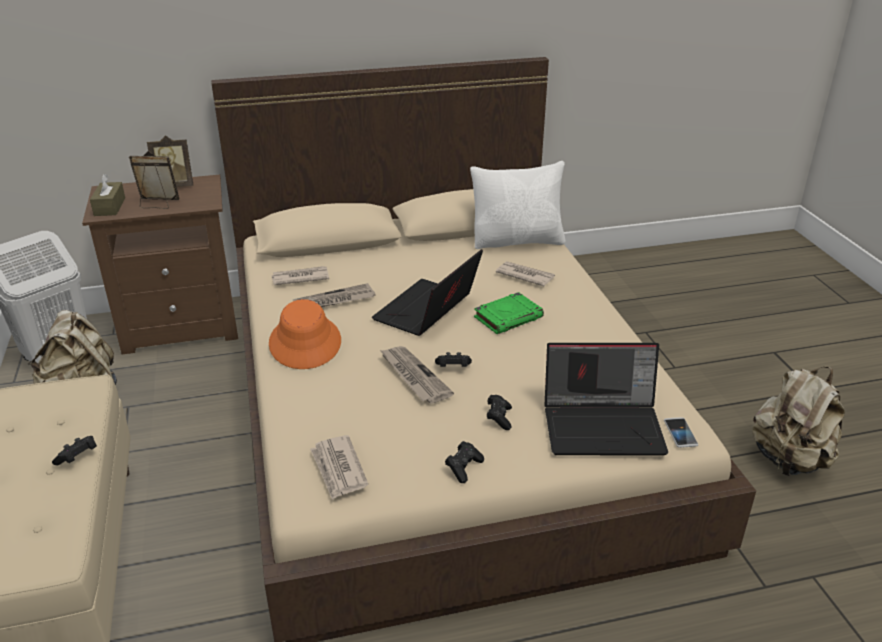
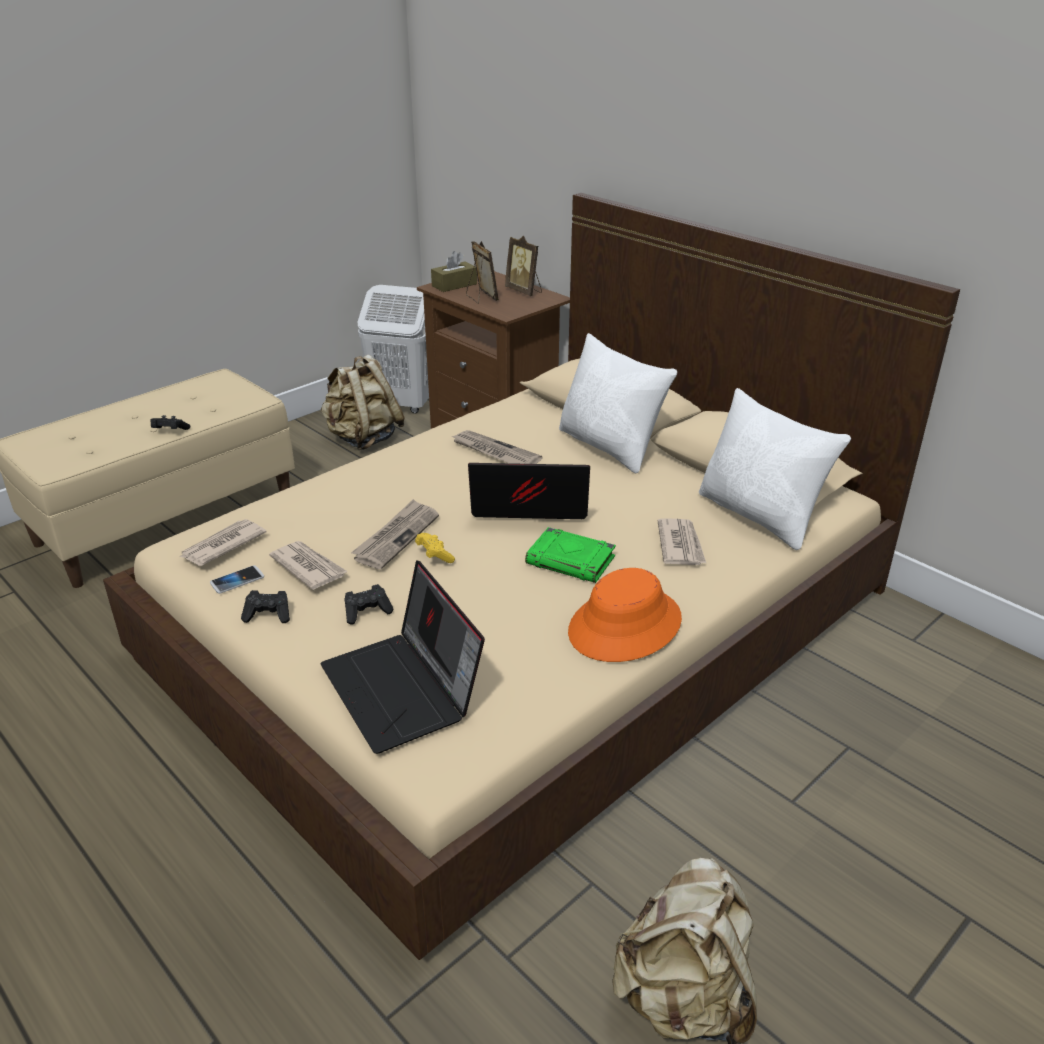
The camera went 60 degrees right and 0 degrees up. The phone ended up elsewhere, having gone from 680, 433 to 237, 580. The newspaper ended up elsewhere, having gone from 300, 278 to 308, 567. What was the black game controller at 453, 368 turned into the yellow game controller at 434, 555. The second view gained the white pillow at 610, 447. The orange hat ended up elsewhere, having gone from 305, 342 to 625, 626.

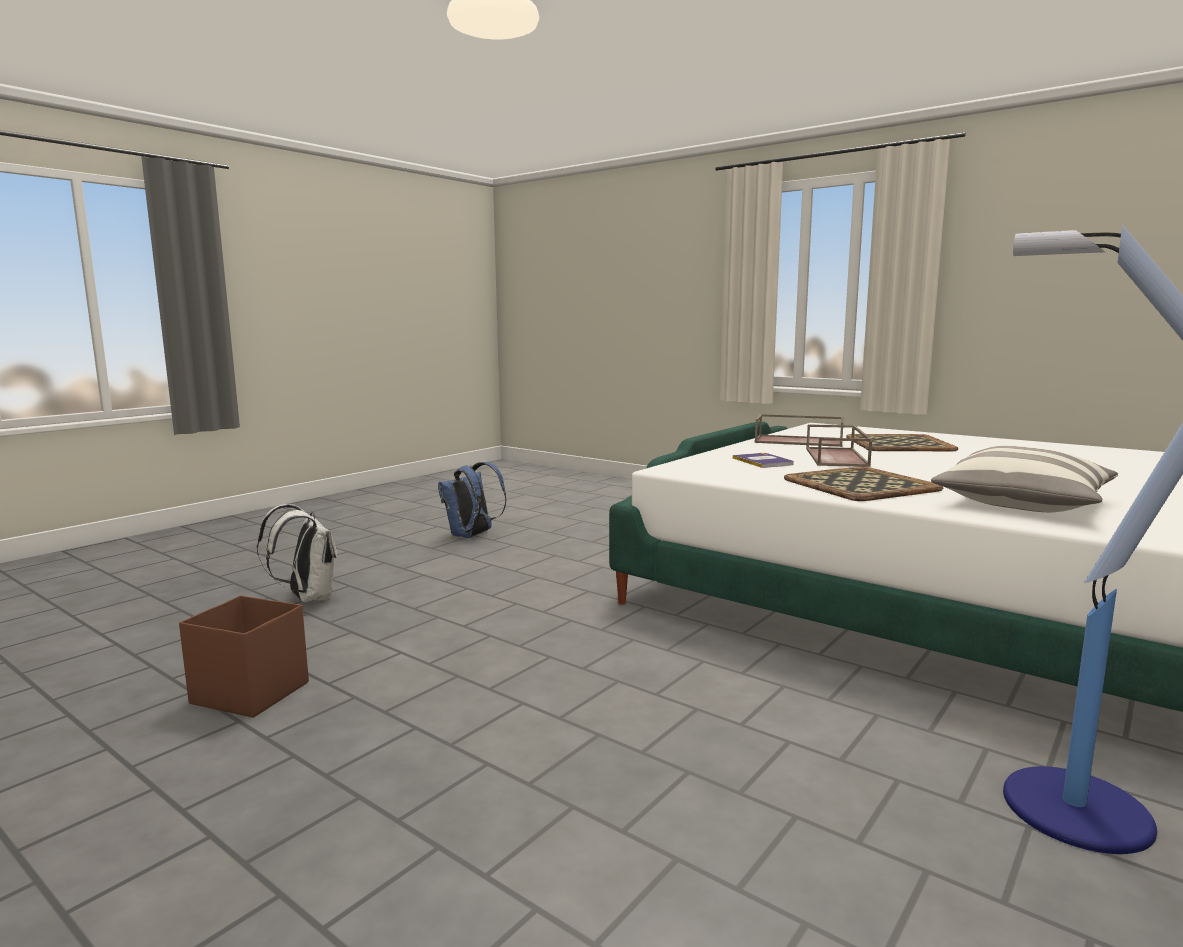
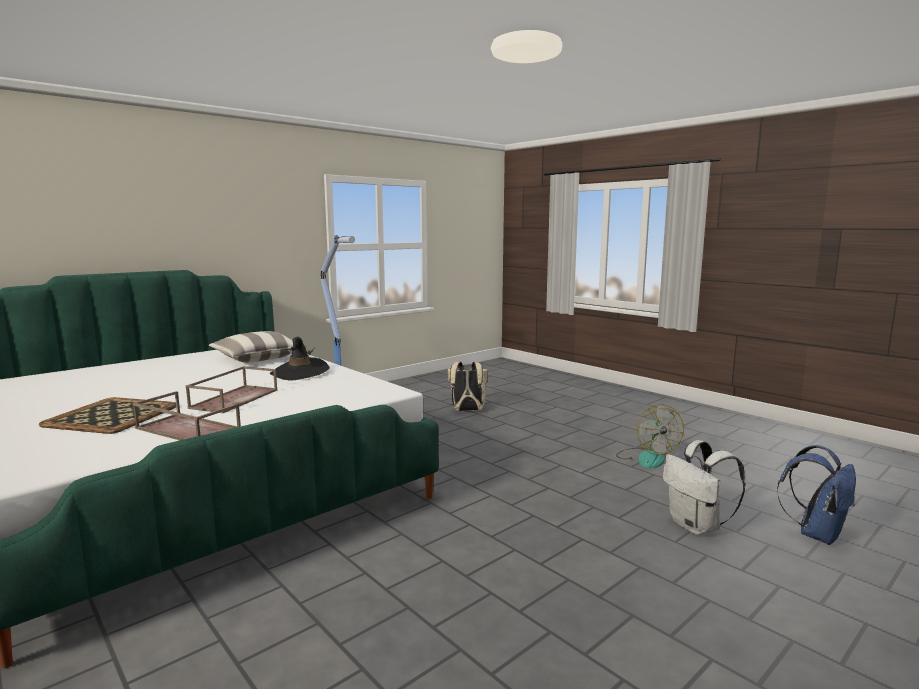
The camera went 170 degrees left and 0 degrees up. Where the tray stood at 859, 484, the black hat came to stand at 300, 373. The second view gained the beige backpack at 467, 411. Where the brown storage box stood at 250, 692, the fan came to stand at 646, 458. The blue backpack ended up elsewhere, having gone from 472, 536 to 816, 534. The second view lost the book at 763, 461.

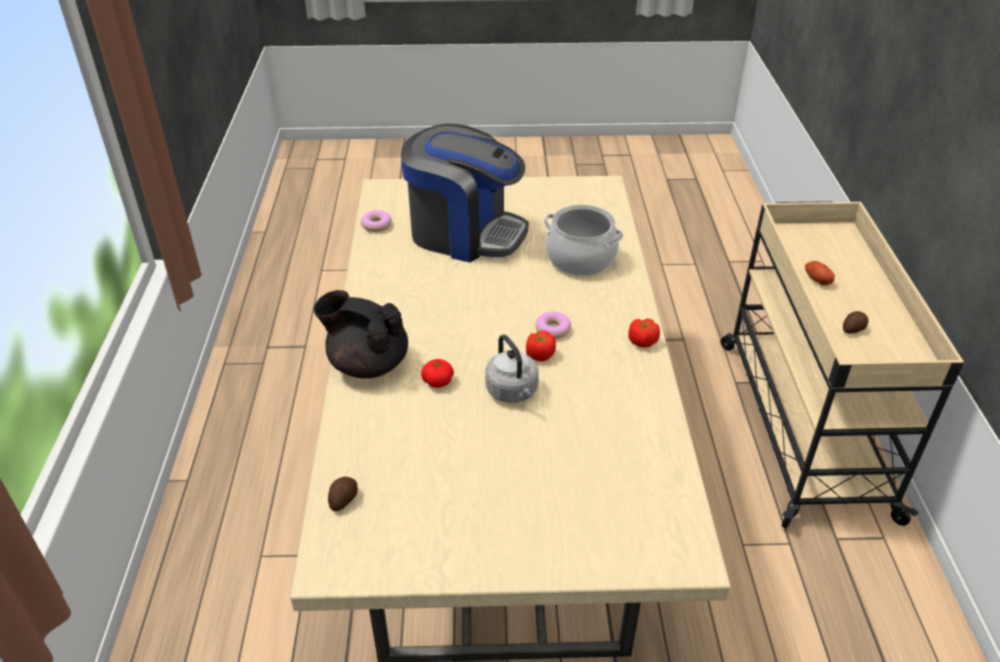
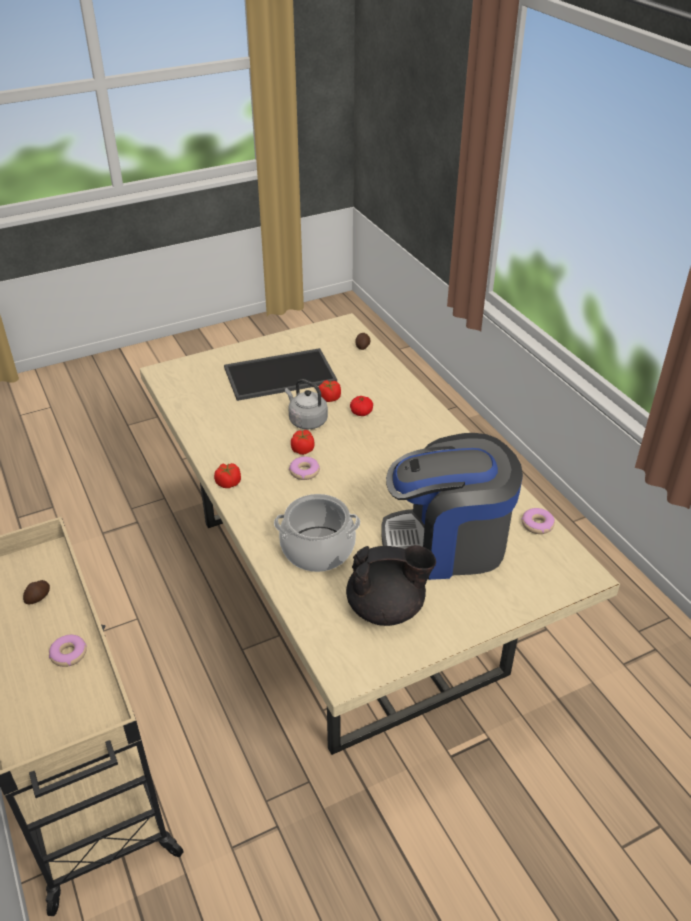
The camera went 155 degrees right and 0 degrees up. Where the potato stood at 817, 279, the donut came to stand at 68, 654. The second view gained the tray at 280, 374. The second view gained the tomato at 329, 398. The black teapot ended up elsewhere, having gone from 367, 363 to 387, 608.

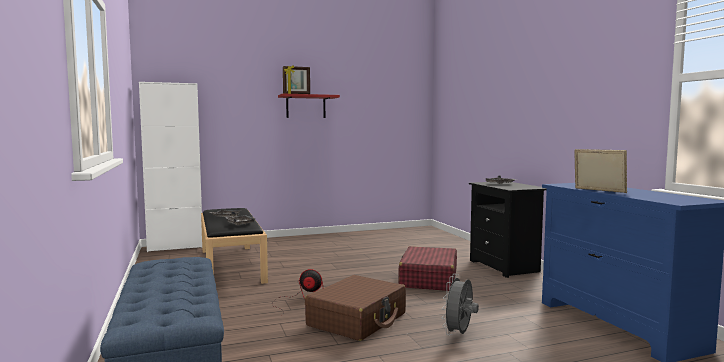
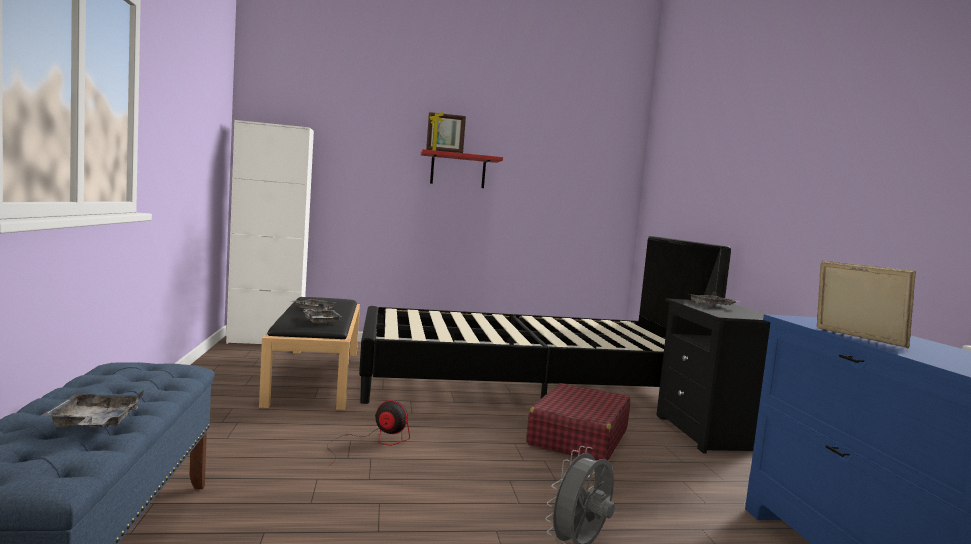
The camera went 10 degrees right and 0 degrees up. The second view gained the grey tray at 94, 423. The second view gained the black bed at 524, 383. The second view lost the brown suitcase at 357, 320.

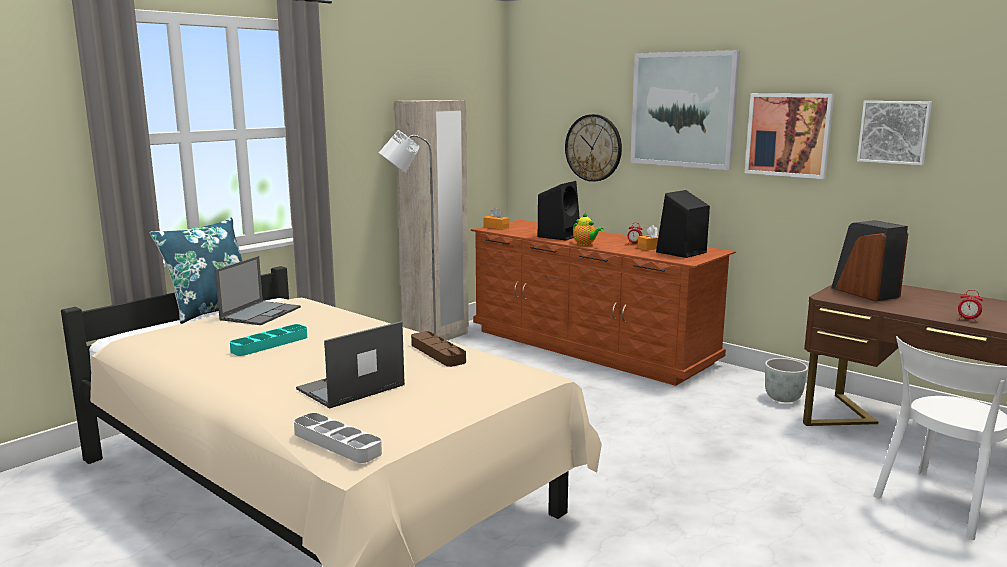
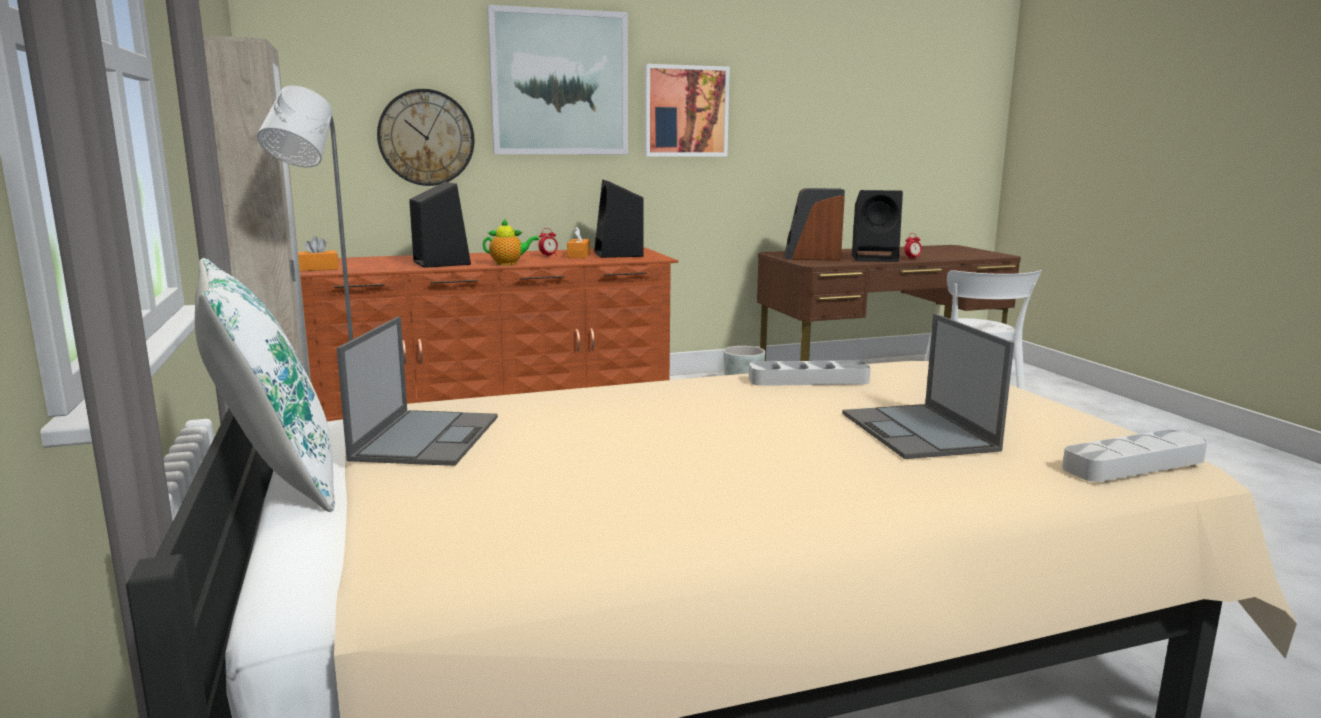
The camera went 60 degrees left and 0 degrees up. What was the blue pillow at 211, 309 turned into the white pillow at 274, 477. The laptop at 261, 313 ended up facing another way, 45 degrees clockwise from before. What was the brown tray at 438, 353 turned into the grey tray at 808, 380. The second view gained the black speaker at 876, 258. The second view lost the turquoise tray at 270, 344. The second view lost the picture at 894, 132.

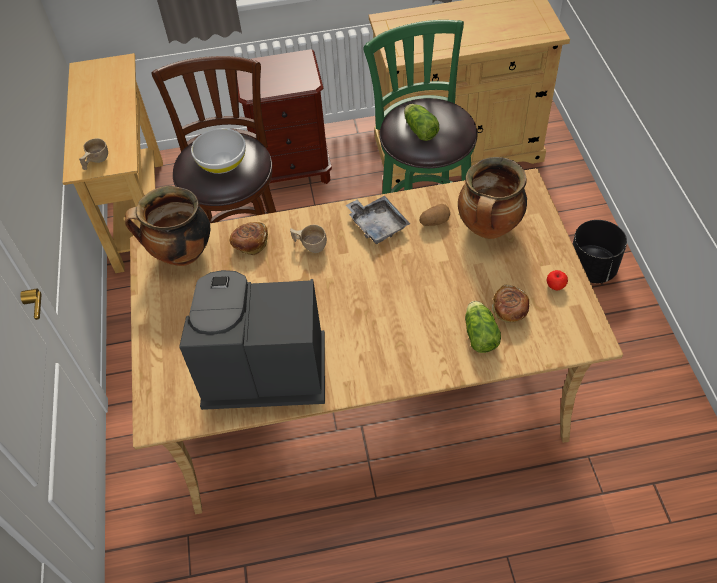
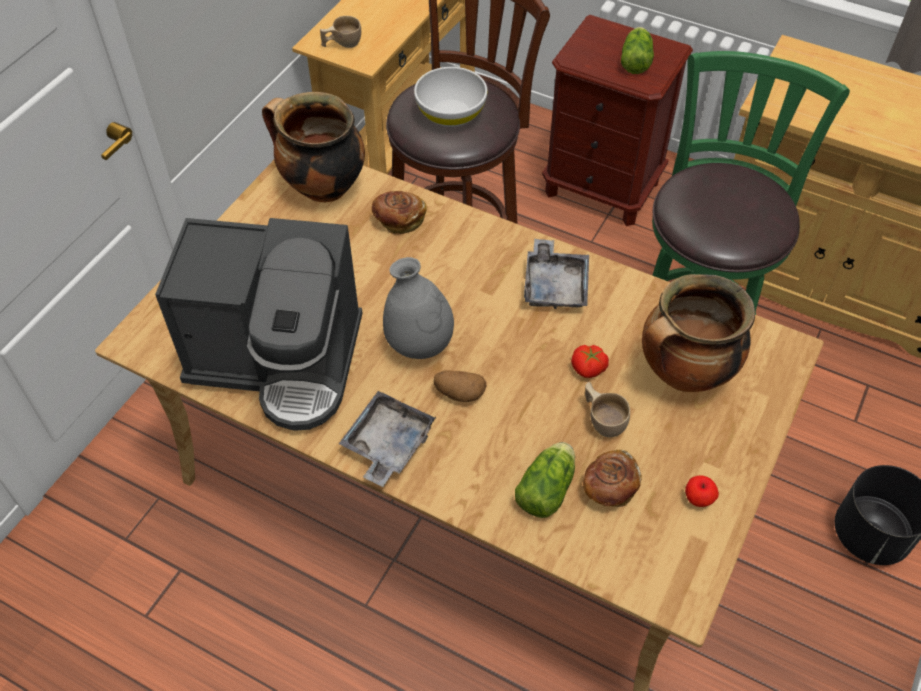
The camera went 35 degrees right and 0 degrees up. The coffee machine at 262, 370 ended up facing another way, 150 degrees clockwise from before. The second view gained the grey tray at 387, 444. The second view gained the grey vase at 419, 345. The potato ended up elsewhere, having gone from 434, 222 to 459, 393. The second view gained the tomato at 588, 368. The beige cup ended up elsewhere, having gone from 309, 245 to 602, 419. The lettuce ended up elsewhere, having gone from 419, 129 to 636, 60.

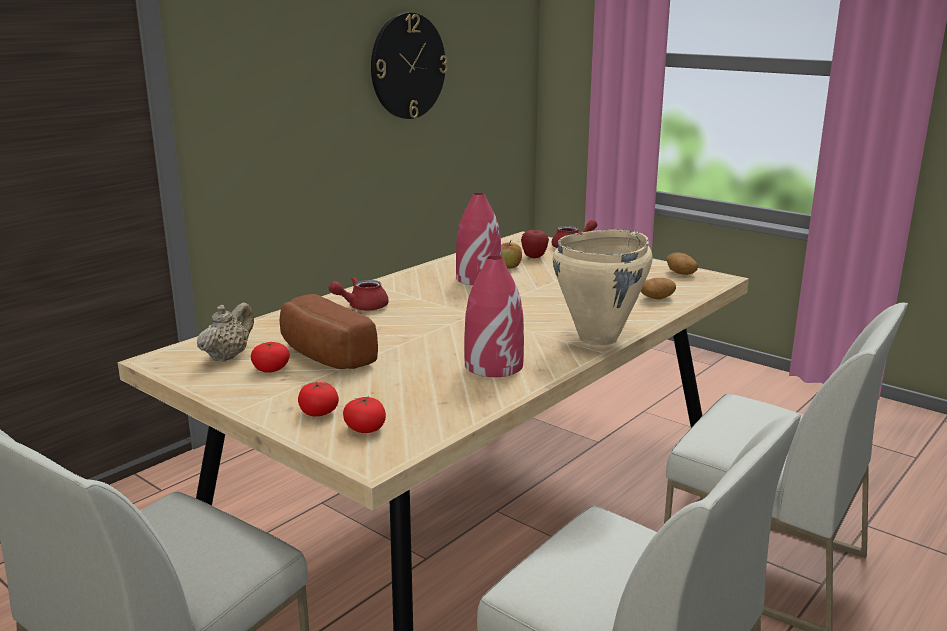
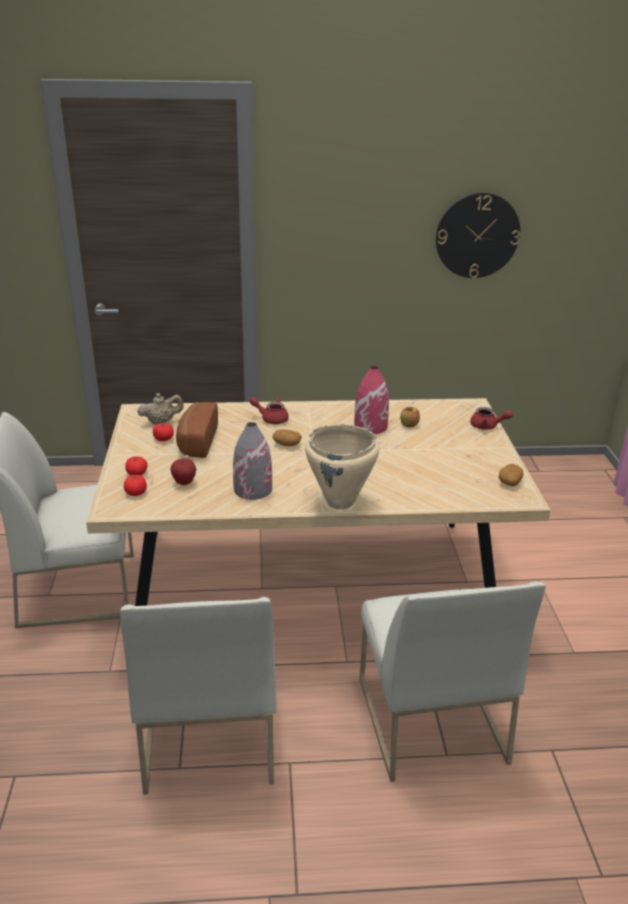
The camera went 45 degrees right and 10 degrees up. The apple ended up elsewhere, having gone from 534, 257 to 184, 483. What was the red vase at 493, 365 turned into the grey vase at 252, 489. The potato ended up elsewhere, having gone from 657, 298 to 286, 444.

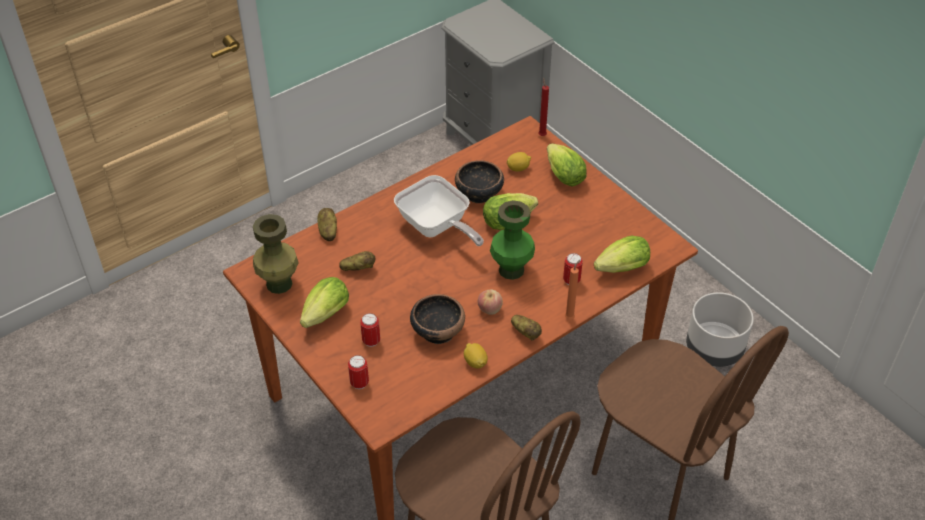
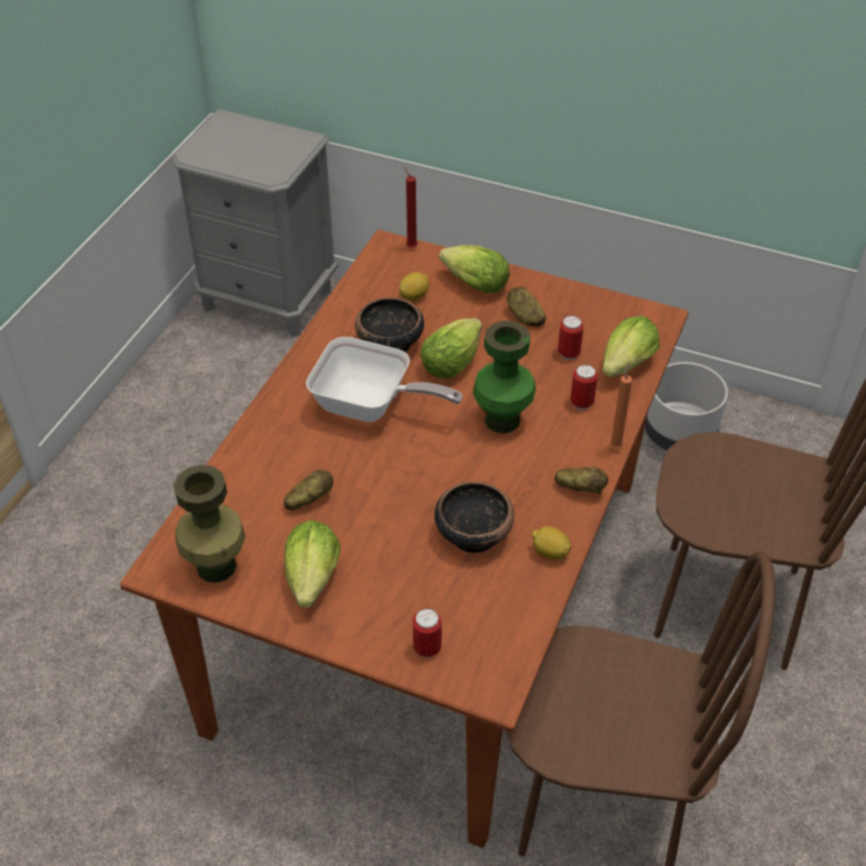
The camera went 30 degrees left and 0 degrees up. The potato ended up elsewhere, having gone from 327, 231 to 525, 317. The can ended up elsewhere, having gone from 371, 341 to 568, 353. The second view lost the apple at 489, 309.

